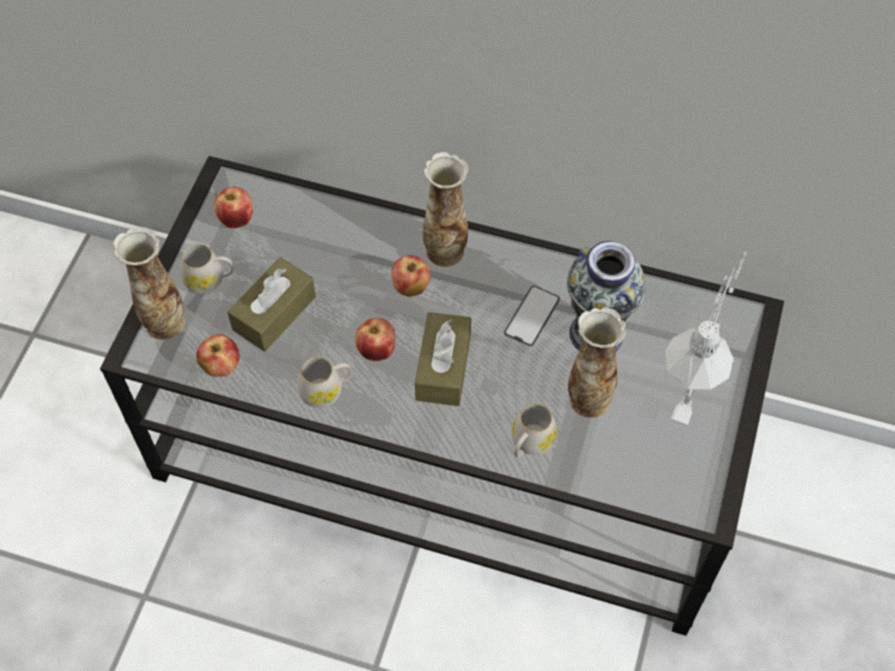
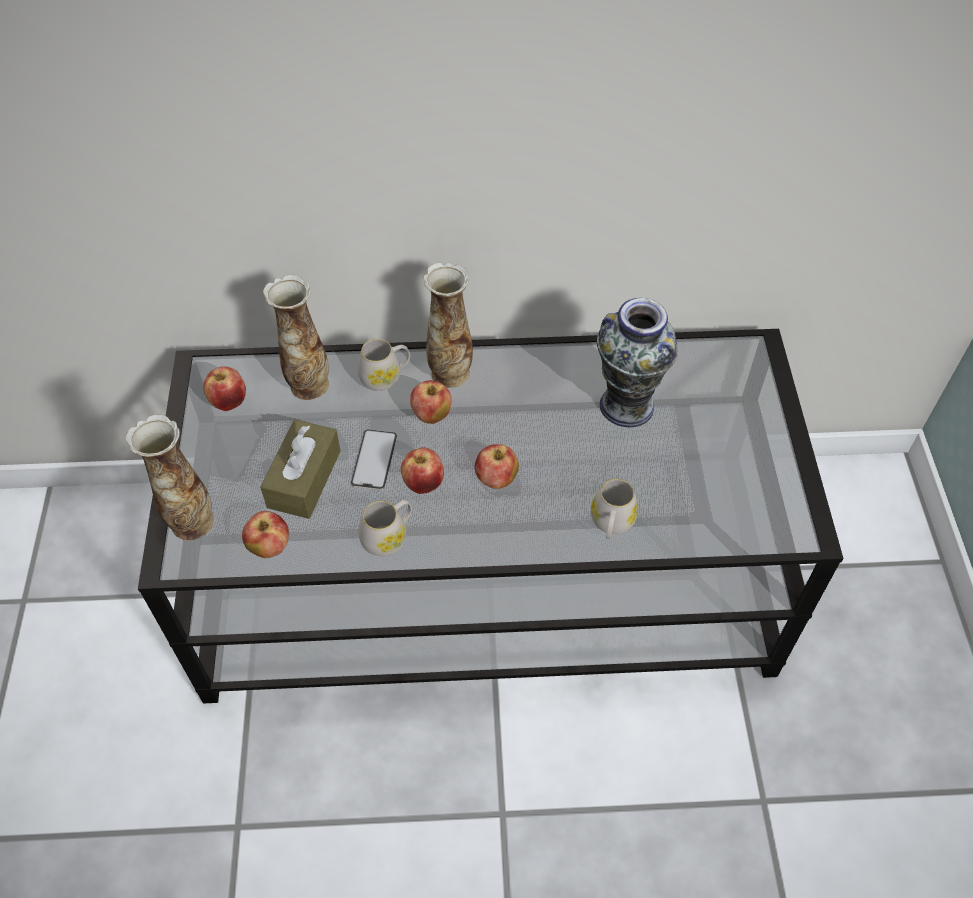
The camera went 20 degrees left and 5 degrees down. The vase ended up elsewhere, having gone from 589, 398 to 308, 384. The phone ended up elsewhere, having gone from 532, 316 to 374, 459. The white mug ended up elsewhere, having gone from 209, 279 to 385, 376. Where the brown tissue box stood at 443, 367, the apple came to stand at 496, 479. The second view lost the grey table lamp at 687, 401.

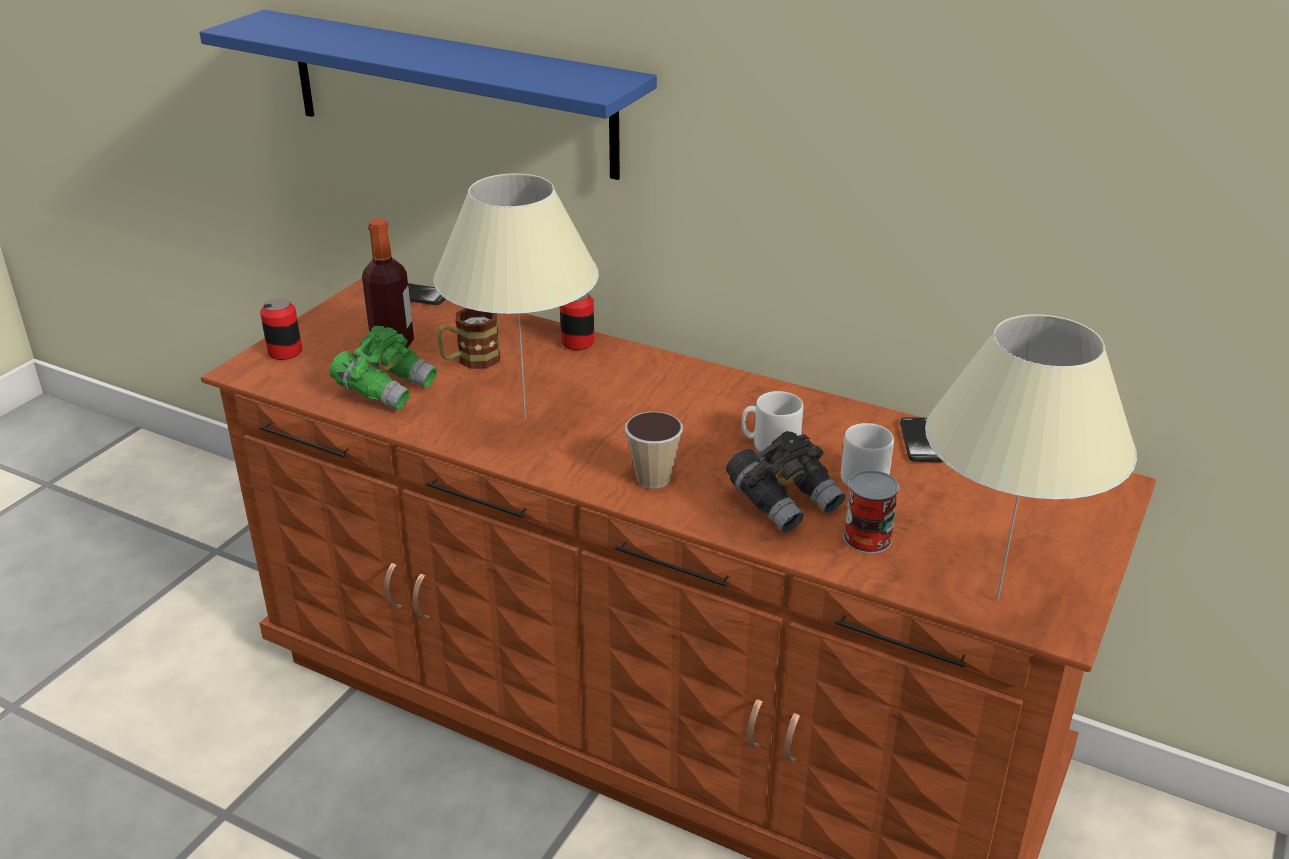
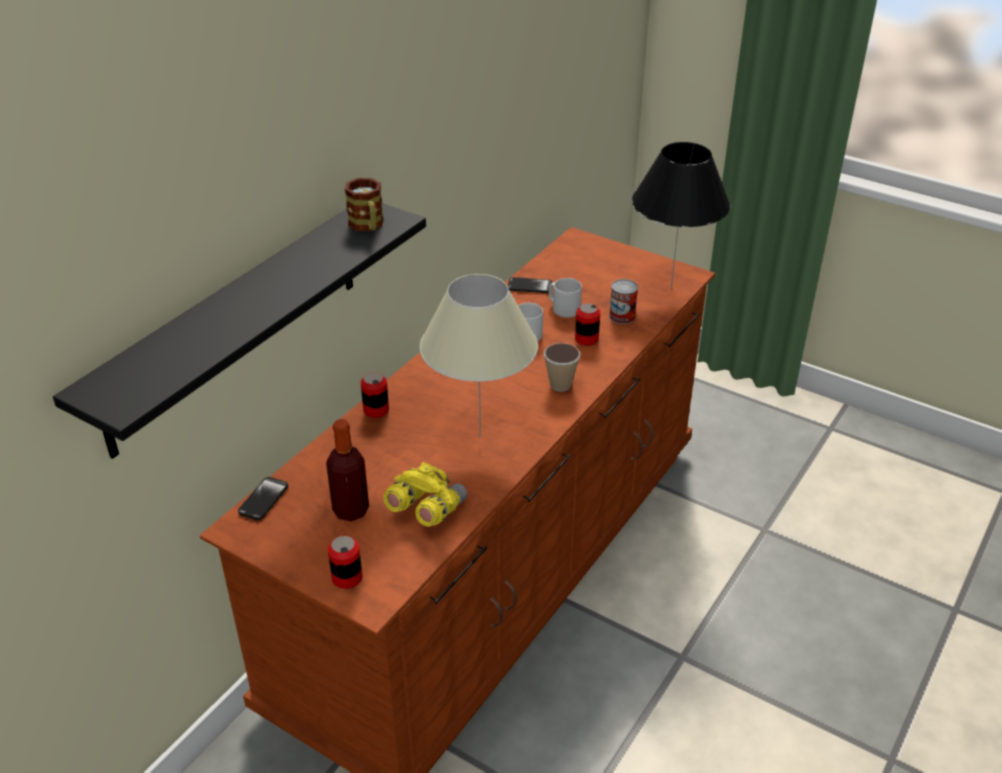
The camera went 85 degrees left and 5 degrees up. What was the blue shelf at 450, 93 turned into the black shelf at 235, 324. The mug ended up elsewhere, having gone from 470, 360 to 368, 226. What was the green binoculars at 386, 389 turned into the yellow binoculars at 425, 509. Where the grey binoculars stood at 785, 501, the can came to stand at 586, 339. What was the beige table lamp at 998, 600 turned into the black table lamp at 671, 287.

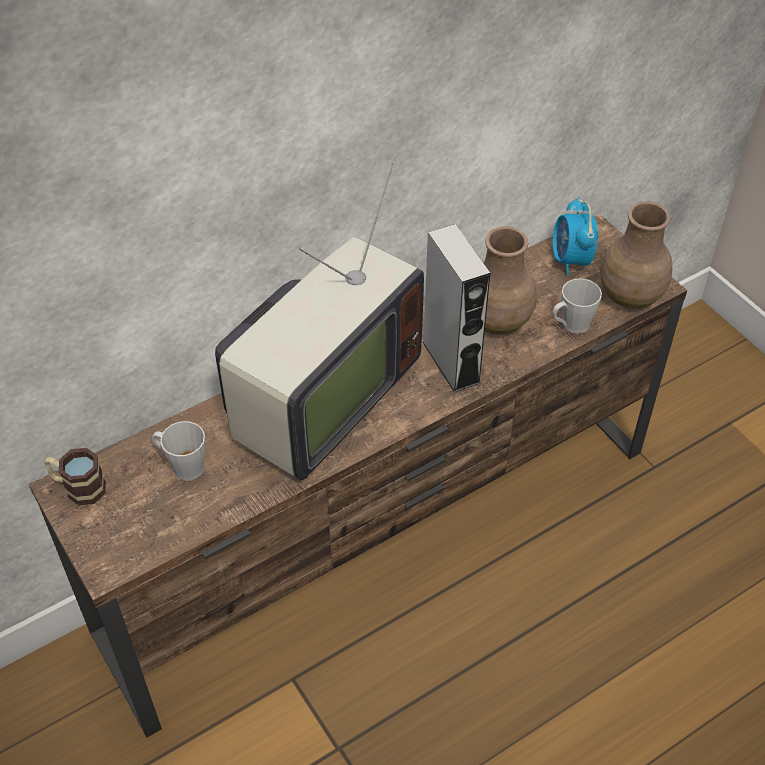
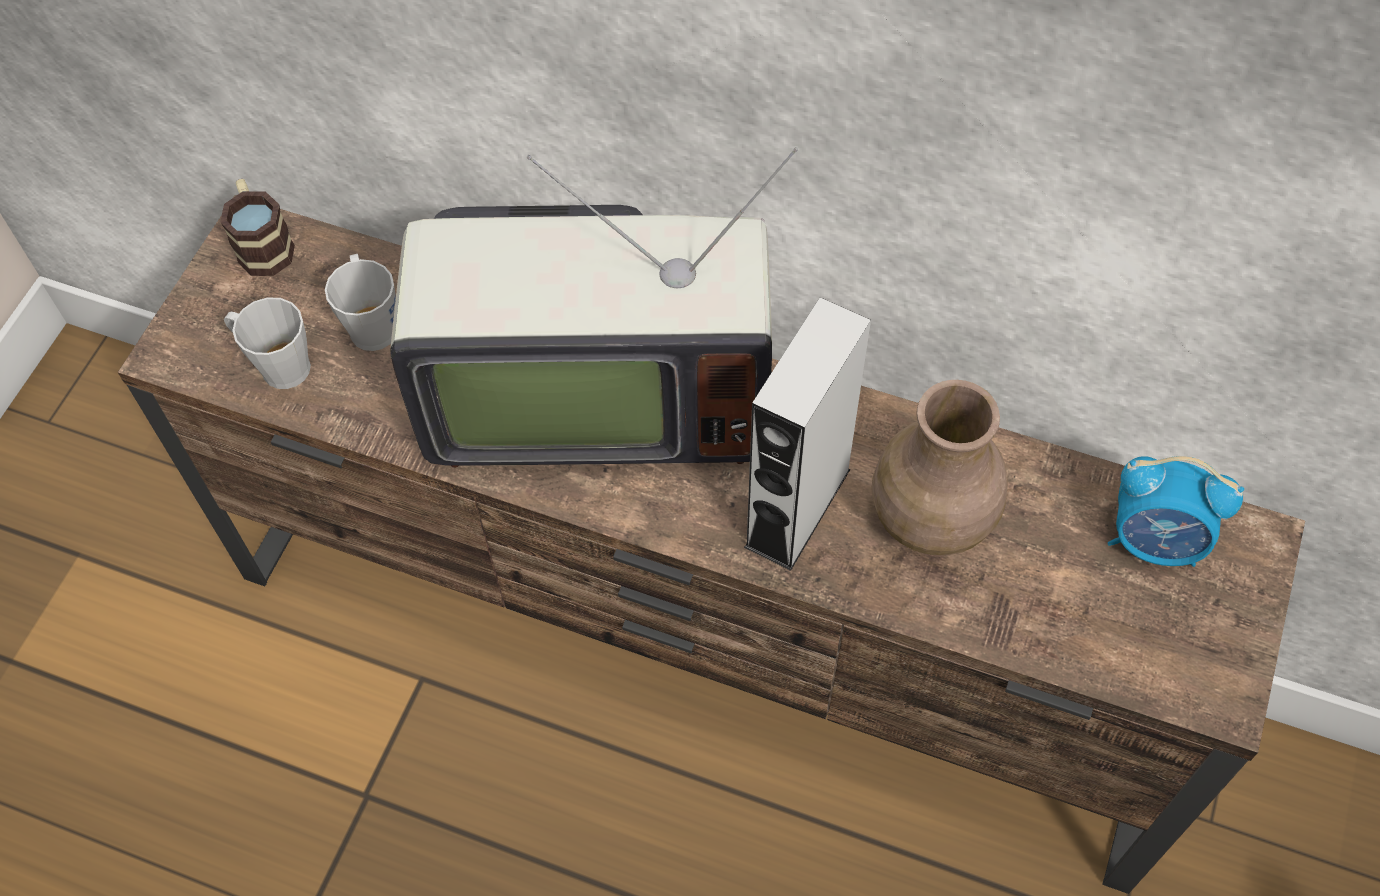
The camera went 55 degrees right and 10 degrees up. The grey mug ended up elsewhere, having gone from 571, 325 to 277, 365. The alarm clock at 570, 260 ended up facing another way, 120 degrees counterclockwise from before. The second view lost the brown vase at 630, 297.

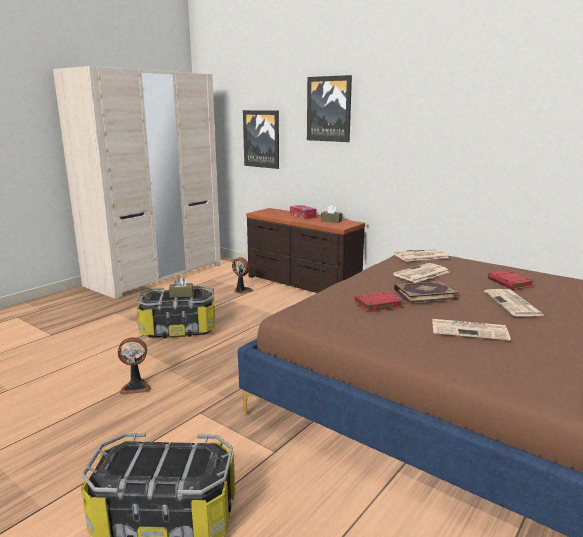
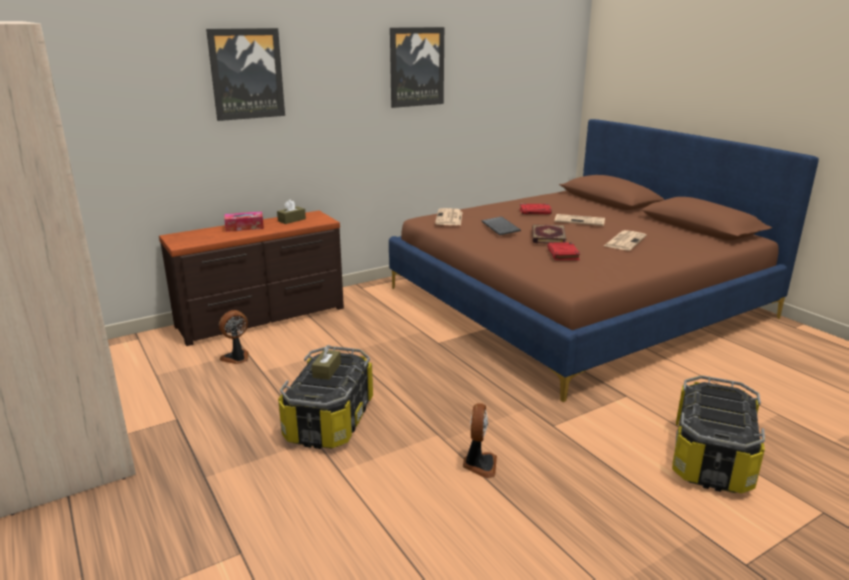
The camera went 70 degrees left and 5 degrees up. The picture ended up elsewhere, having gone from 261, 139 to 416, 67. Where the newspaper stood at 421, 274, the keyboard came to stand at 501, 227.

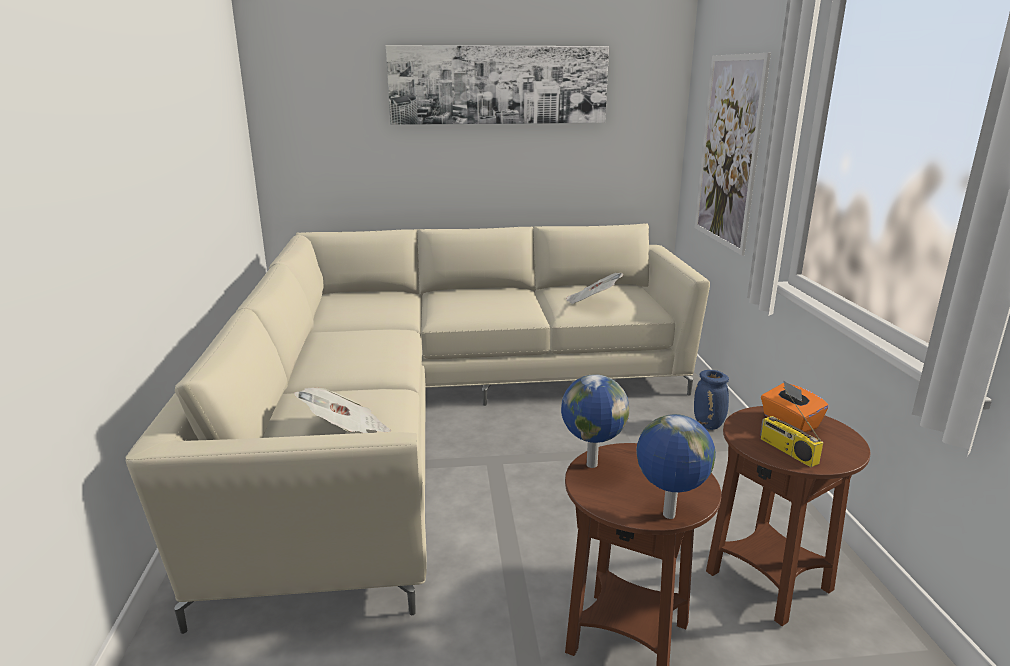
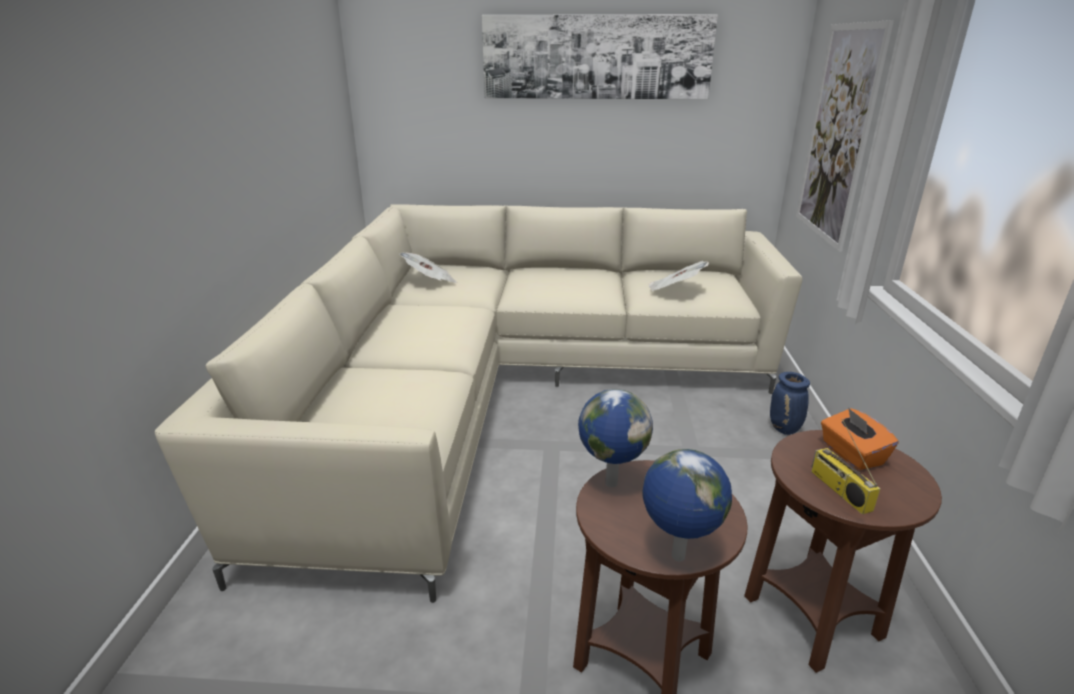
The camera went 10 degrees right and 5 degrees up. The newspaper ended up elsewhere, having gone from 346, 432 to 430, 282.

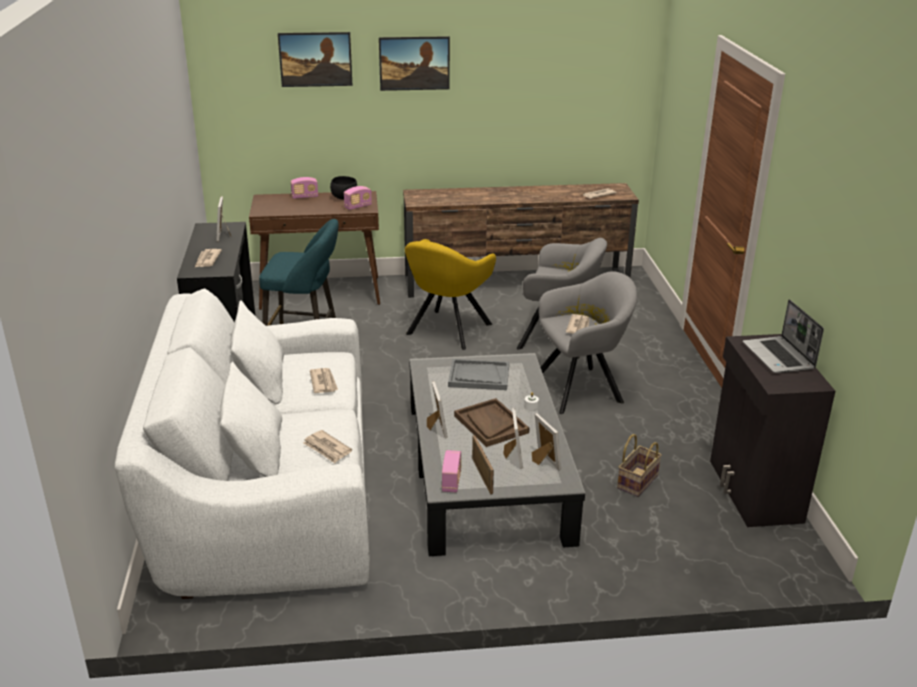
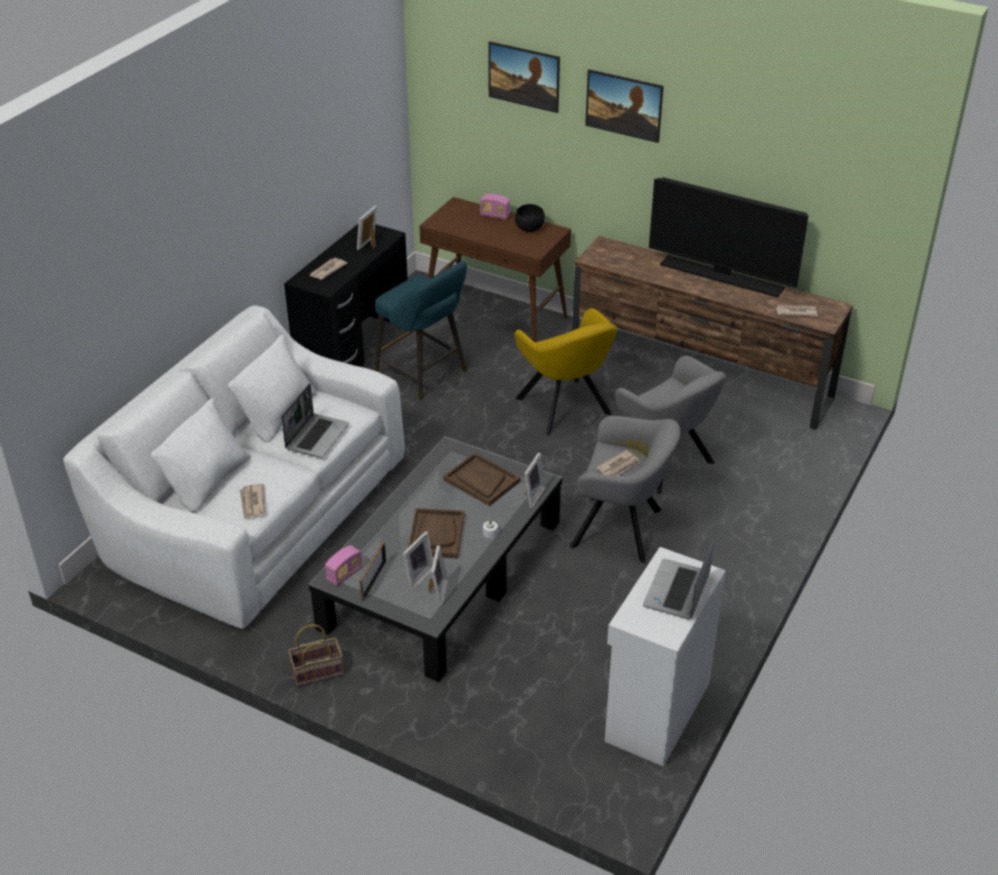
The camera went 35 degrees right and 10 degrees up. Where the newspaper stood at 323, 382, the laptop came to stand at 316, 436. The basket ended up elsewhere, having gone from 637, 481 to 318, 671. What was the grey tray at 478, 376 turned into the brown tray at 481, 481. The yellow armchair at 446, 331 ended up facing another way, 90 degrees counterclockwise from before. The picture frame ended up elsewhere, having gone from 436, 428 to 531, 495. What was the black cabinet at 753, 491 turned into the white cabinet at 655, 712. The second view gained the television at 722, 276. The second view lost the radio at 358, 207.

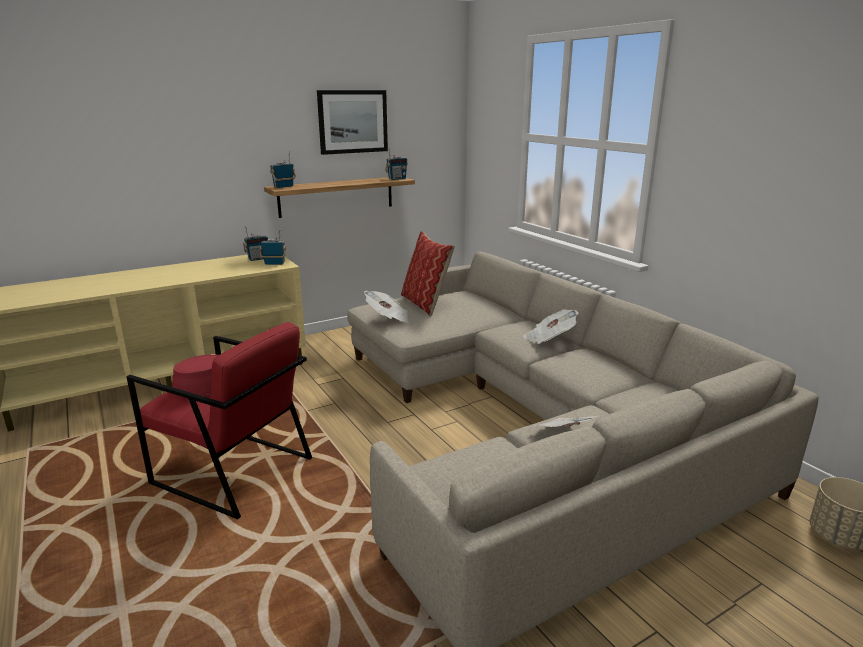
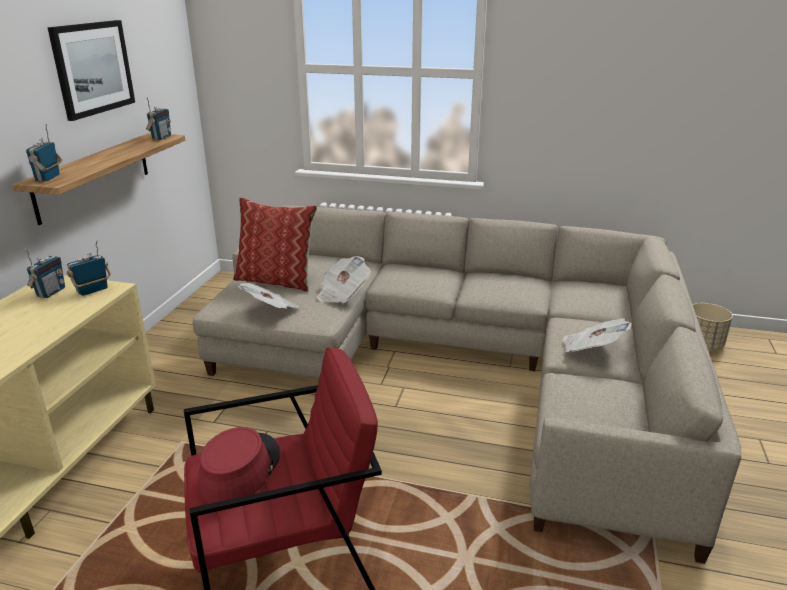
The camera went 45 degrees left and 5 degrees up. The newspaper ended up elsewhere, having gone from 549, 339 to 342, 293.

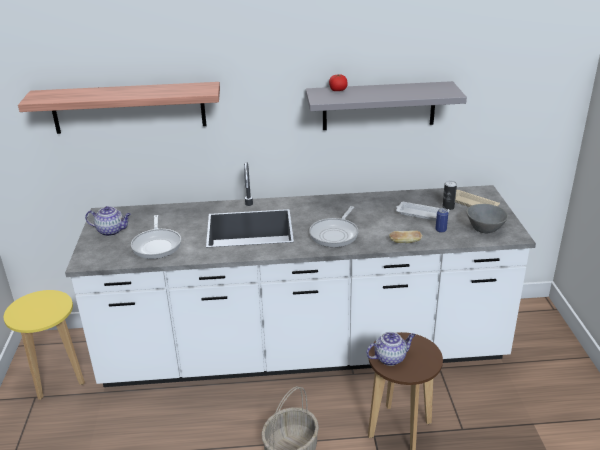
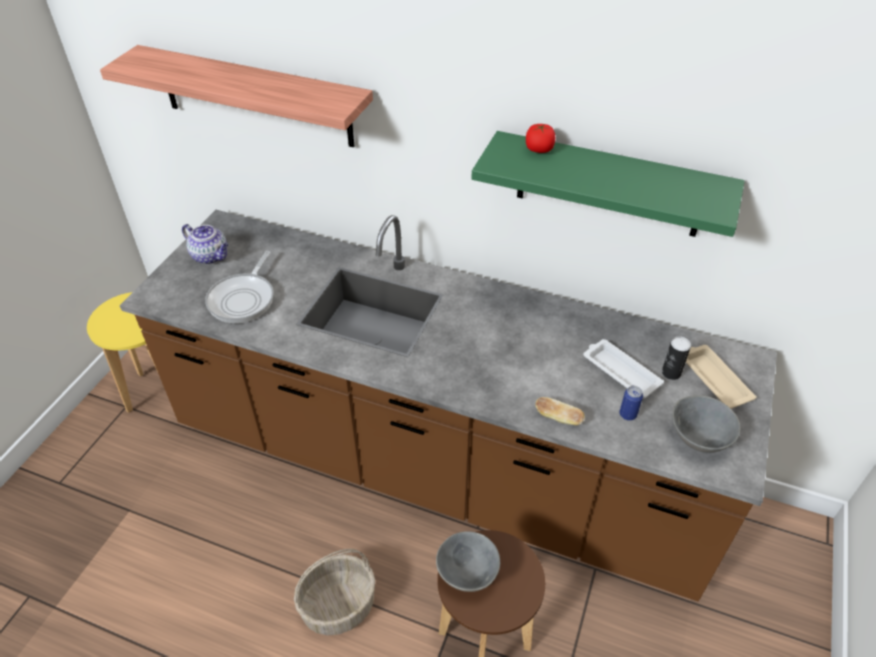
The camera went 25 degrees right and 15 degrees up. What was the white counter at 303, 350 turned into the brown counter at 438, 465. Where the teapot stood at 390, 358, the grey bowl came to stand at 468, 573. What was the grey shelf at 379, 106 turned into the green shelf at 609, 185. The second view lost the frying pan at 335, 234.

